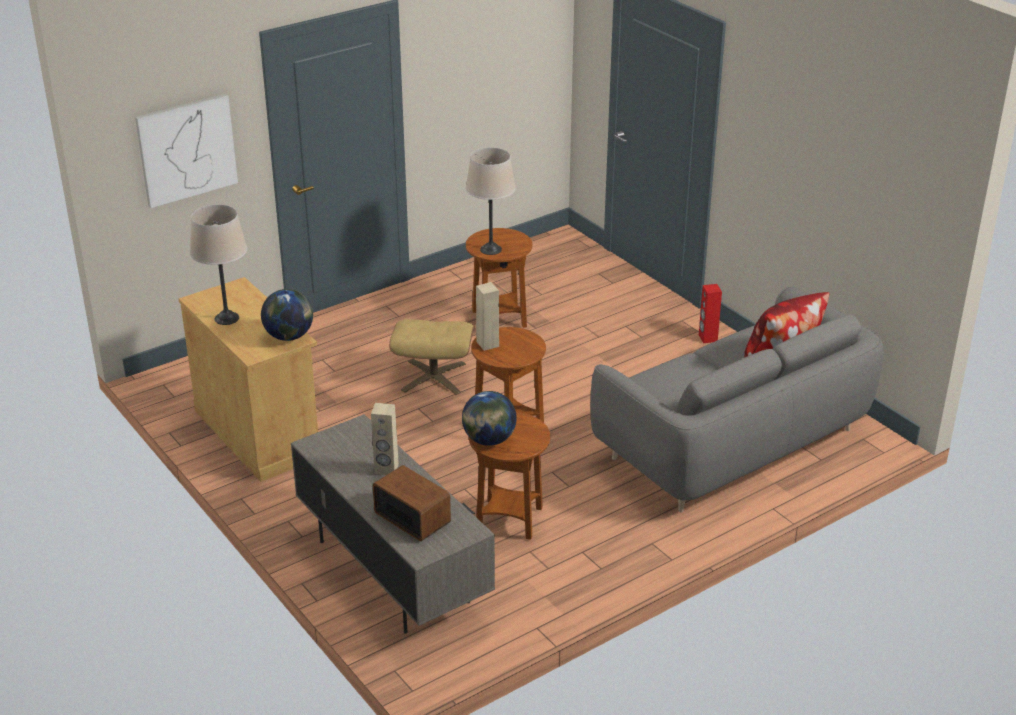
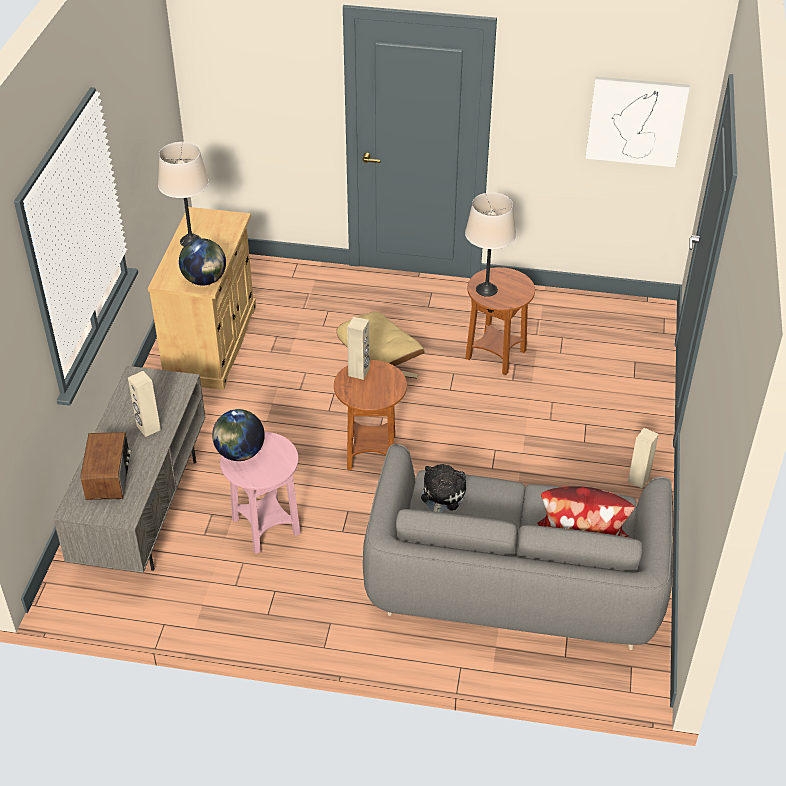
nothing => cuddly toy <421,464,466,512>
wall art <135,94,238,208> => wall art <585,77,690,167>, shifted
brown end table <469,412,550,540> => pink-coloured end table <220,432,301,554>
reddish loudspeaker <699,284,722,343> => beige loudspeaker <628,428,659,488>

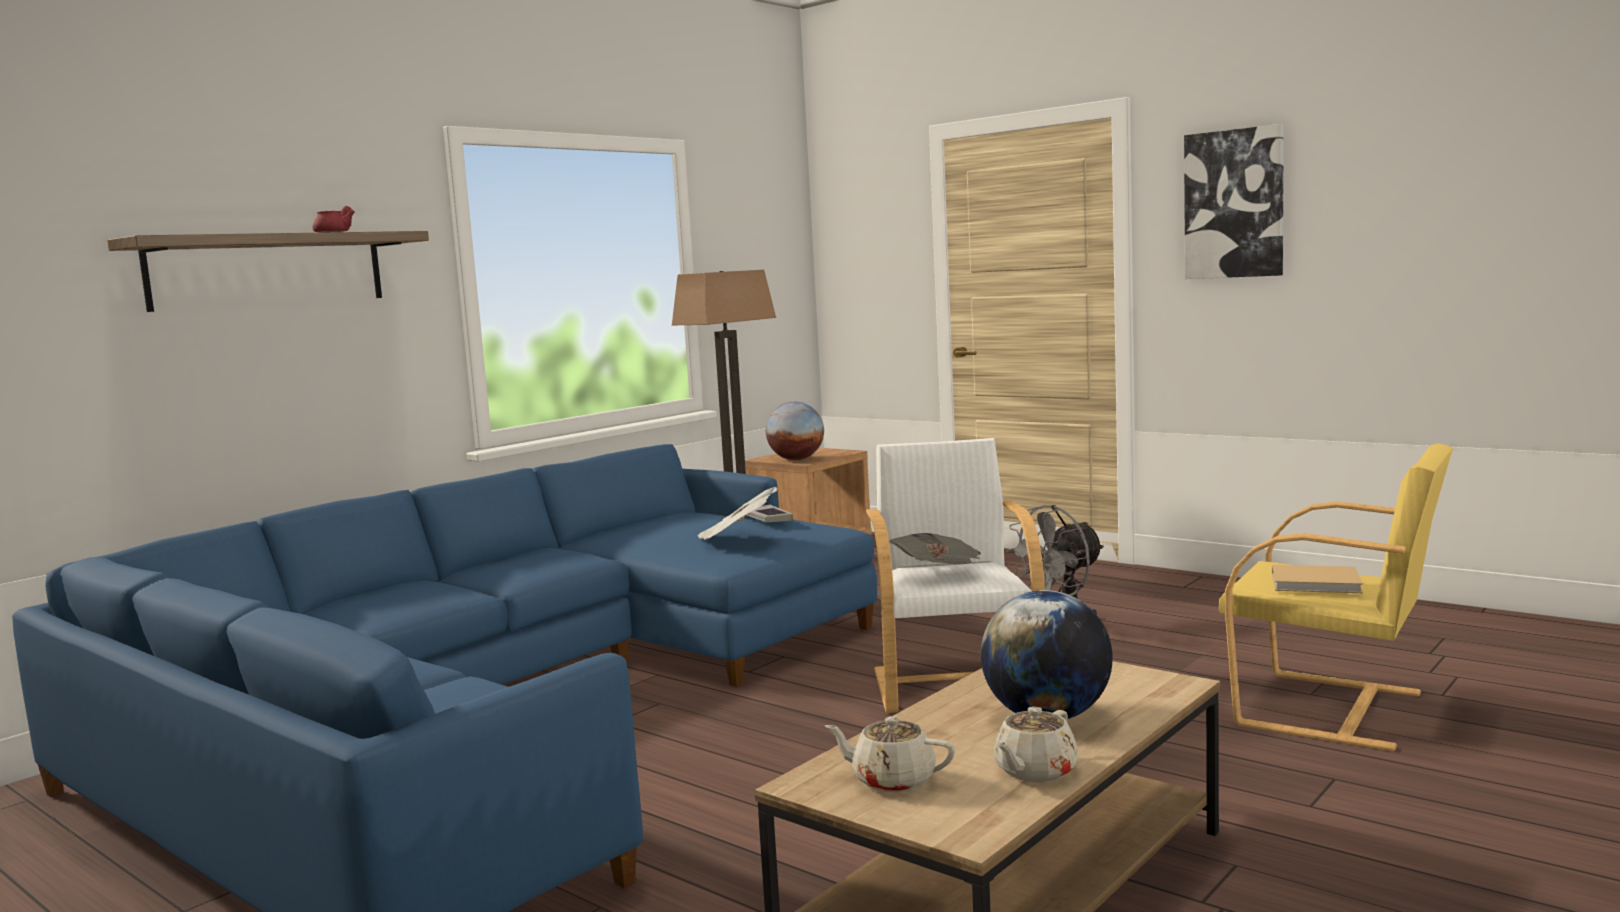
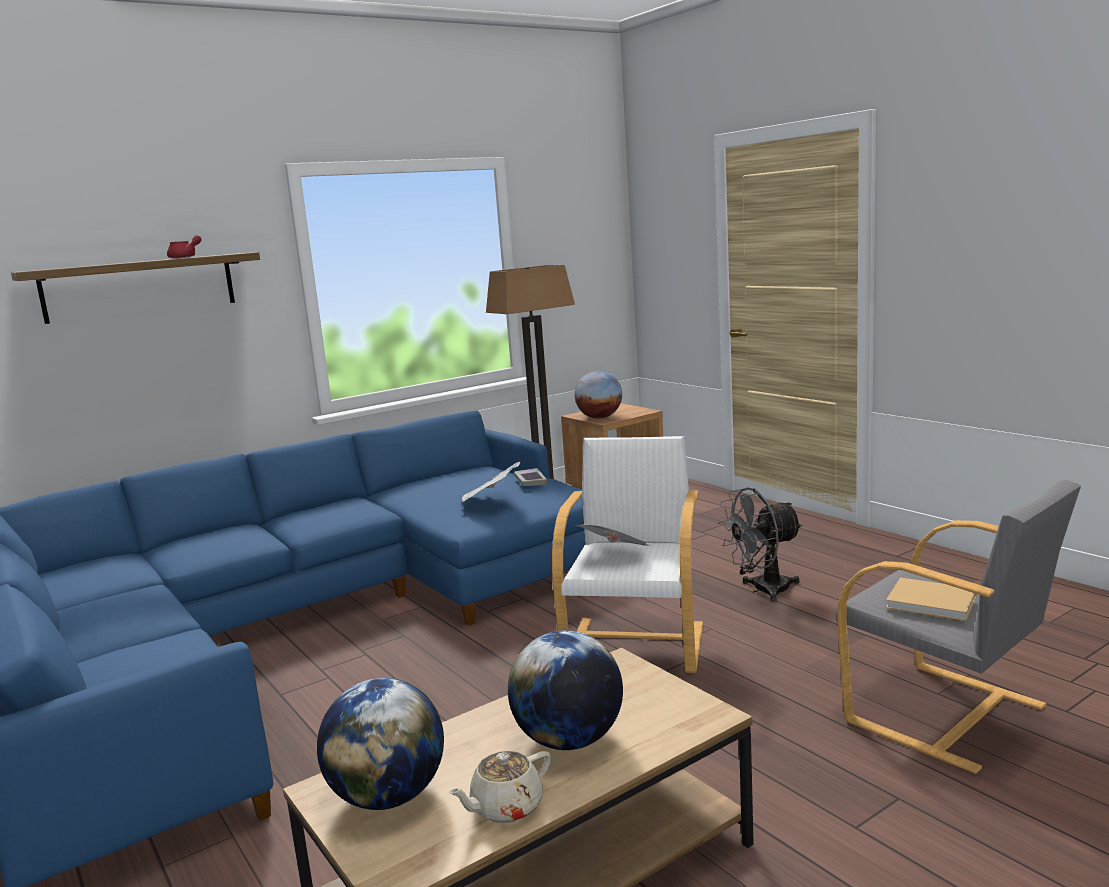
wall art <1184,124,1284,279> => nothing
beige tea pot <825,716,955,792> => globe <317,678,444,810>
yellowish armchair <1219,443,1453,752> => grey armchair <836,480,1081,774>

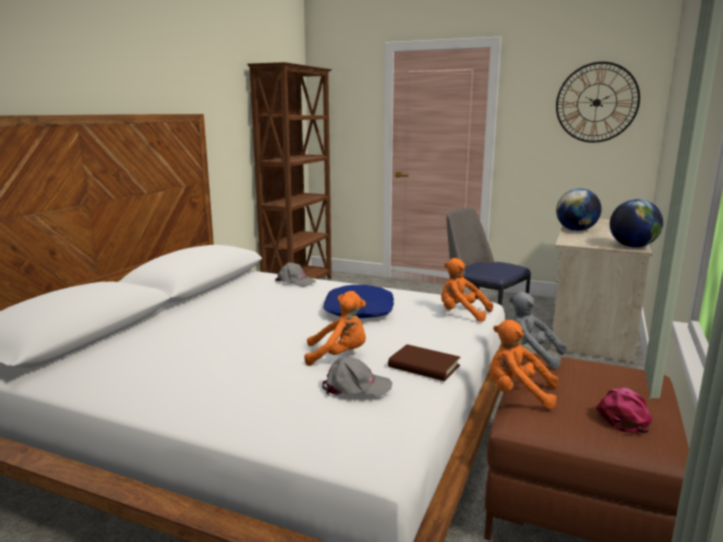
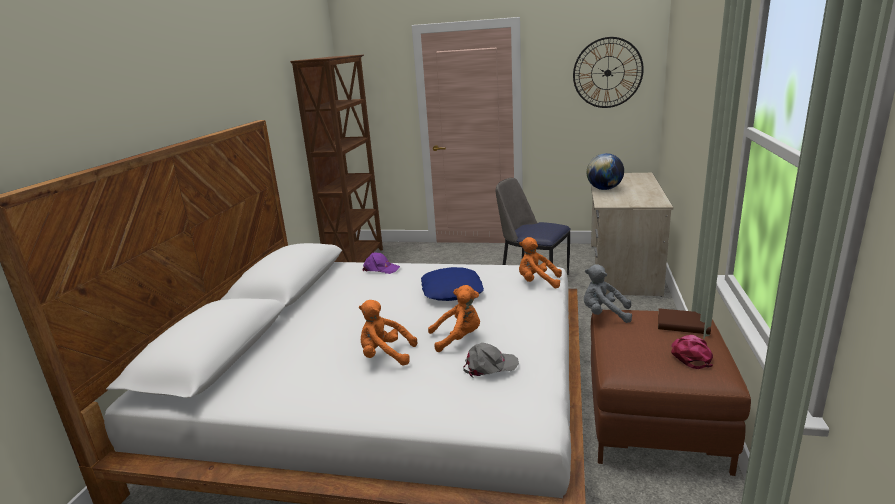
globe <610,199,663,247> => nothing
brown bound book <388,344,460,381> => brown bound book <658,308,711,335>, shifted
orange cuddly toy <489,320,558,409> => orange cuddly toy <359,300,417,365>, shifted
grey peaked cap <275,262,316,287> => purple peaked cap <362,253,400,274>

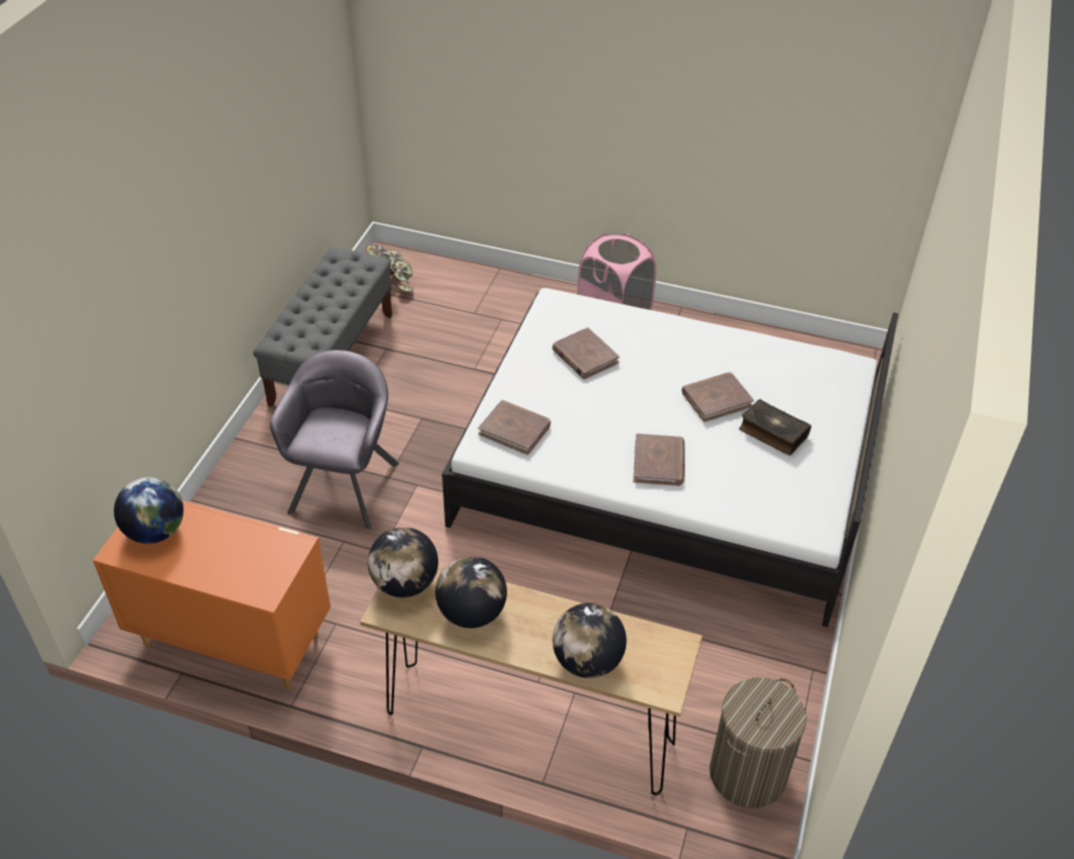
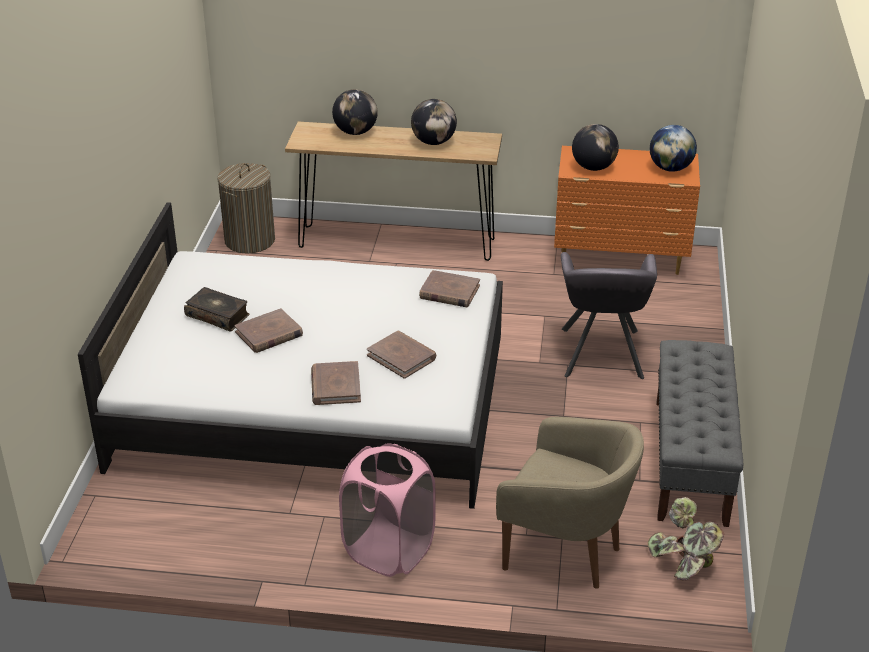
nothing => beige armchair <496,417,644,589>
globe <368,527,438,598> => globe <572,124,619,171>, shifted
brown bound book <633,434,685,486> => brown bound book <311,361,361,405>, shifted

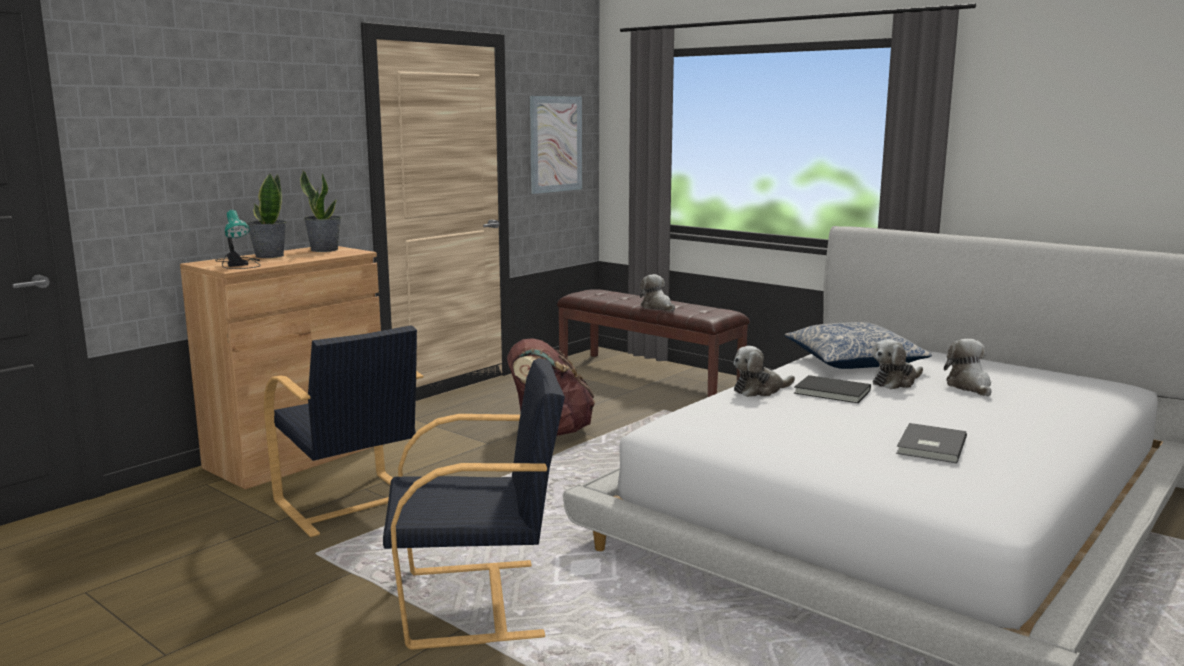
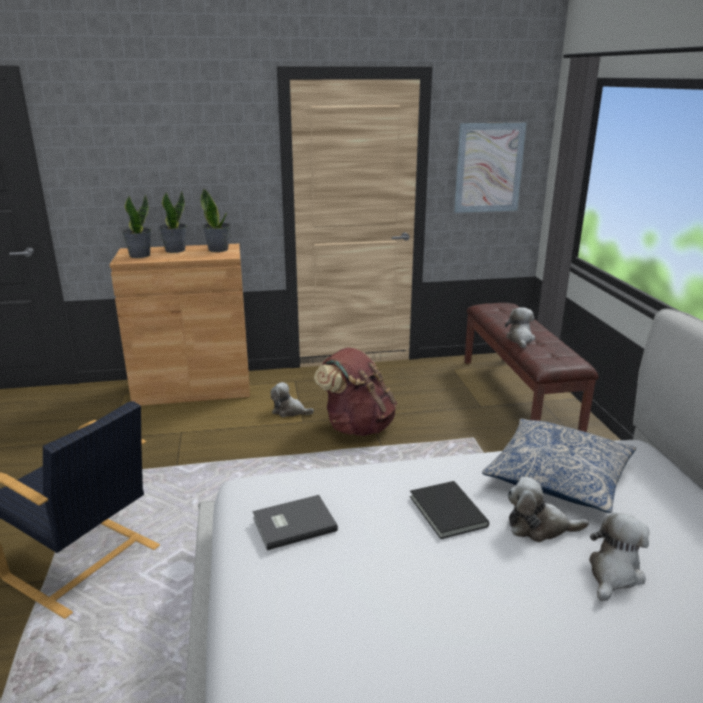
blackish armchair <264,325,423,537> => nothing
cuddly toy <733,346,795,397> => cuddly toy <271,382,314,417>, shifted
grey bound book <896,423,967,464> => grey bound book <252,495,338,550>, shifted
table lamp <215,210,261,269> => potted plant <122,195,151,258>

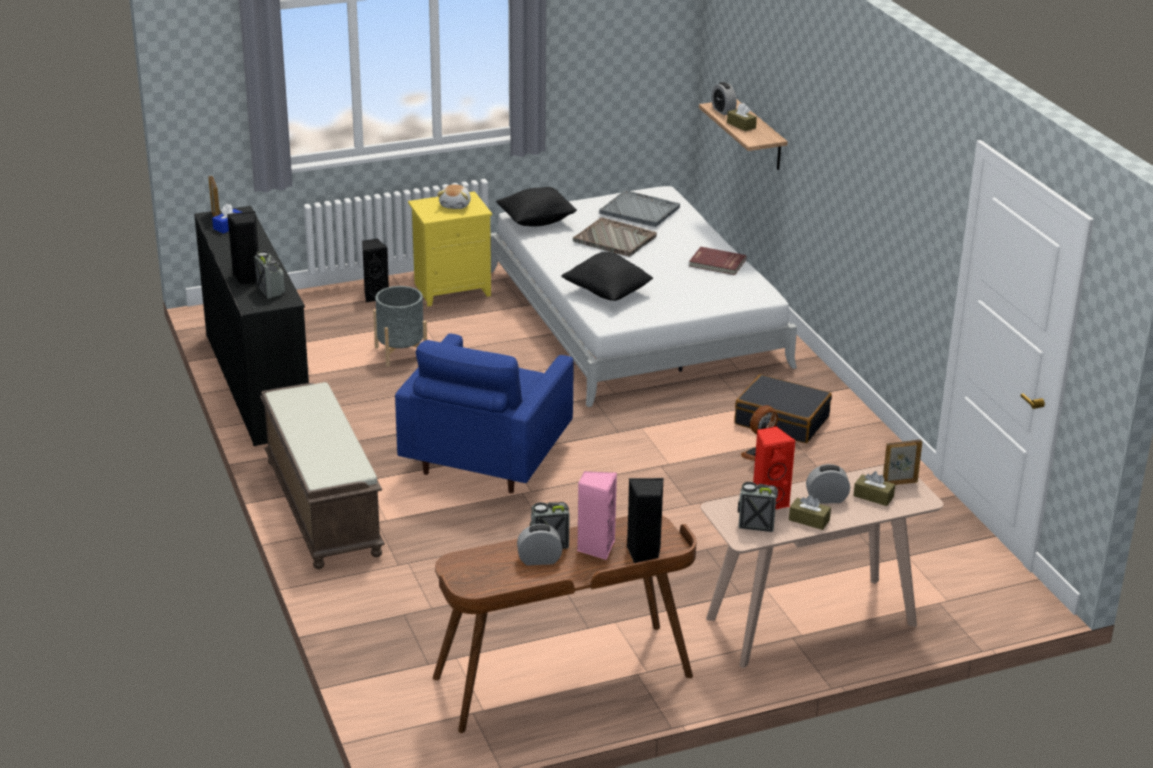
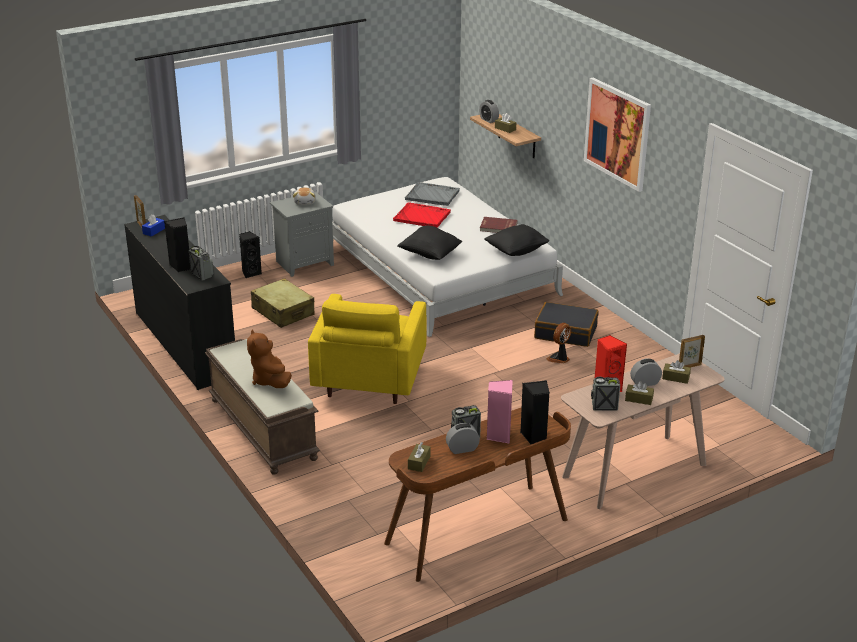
nothing => brown cuddly toy <247,329,292,388>
nothing => brown tissue box <408,442,431,472>
nothing => wall art <584,78,651,192>
blackish throw pillow <496,187,577,226> => blackish throw pillow <484,224,549,256>, shifted
grey planter <373,286,427,367> => beige suitcase <251,278,315,328>
bluish armchair <395,334,574,493> => yellowish armchair <308,294,426,404>
yellowish nightstand <408,191,492,306> => grey nightstand <270,192,334,277>
grey serving tray <573,217,657,257> => reddish serving tray <393,202,451,227>

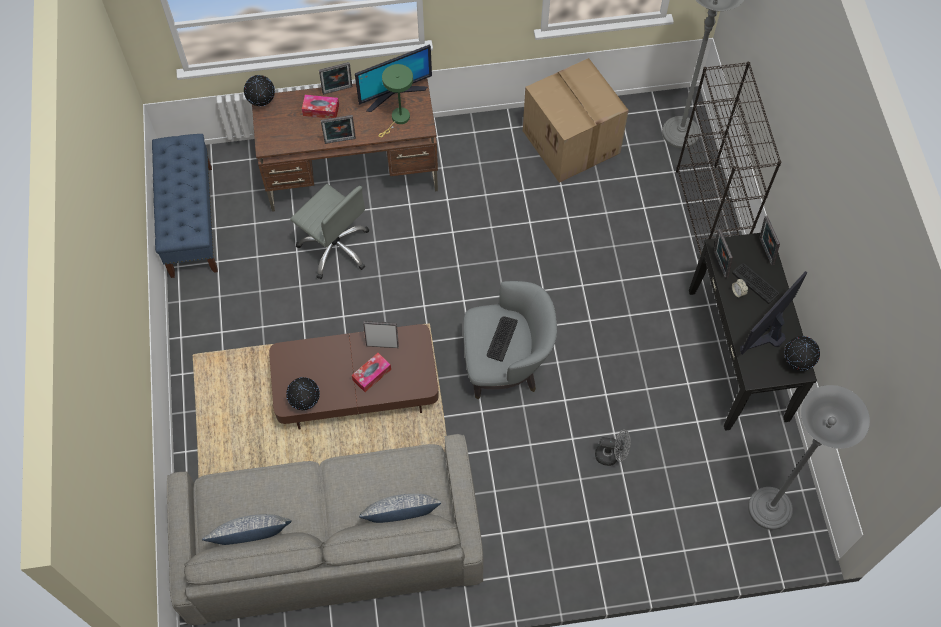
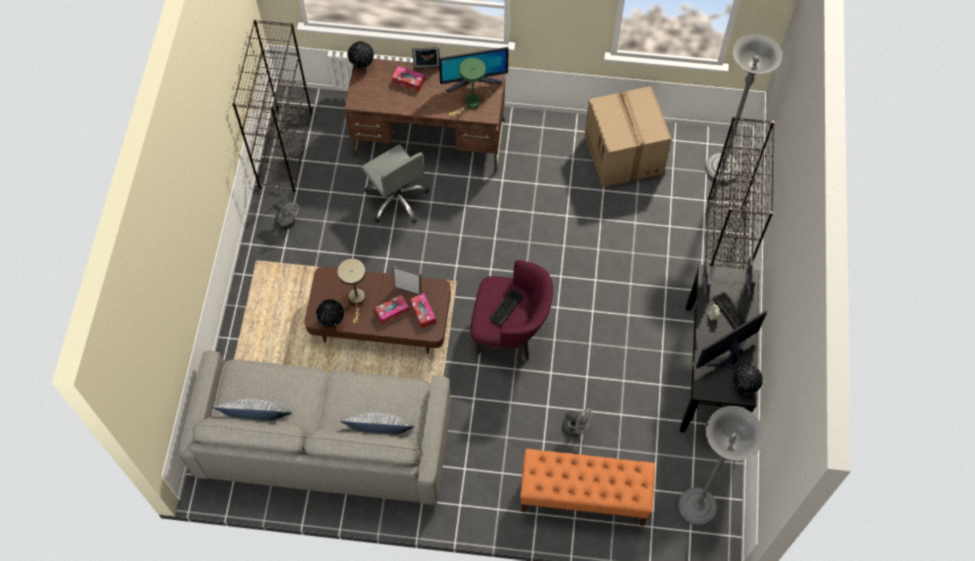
standing frame <321,115,356,144> => nothing
nothing => grey electric fan <273,201,299,229>
nothing => beige table lamp <338,259,366,323>
nothing => tissue box <410,293,436,328>
nothing => orange bench <520,449,655,526>
bluish bench <152,134,218,278> => blackish bookshelf <232,20,312,192>
grey armchair <463,281,557,400> => purple armchair <471,260,553,359>

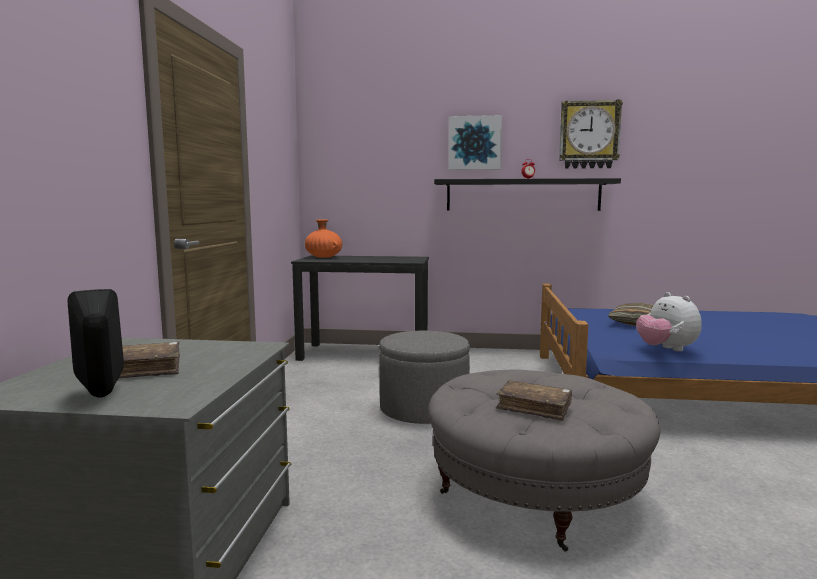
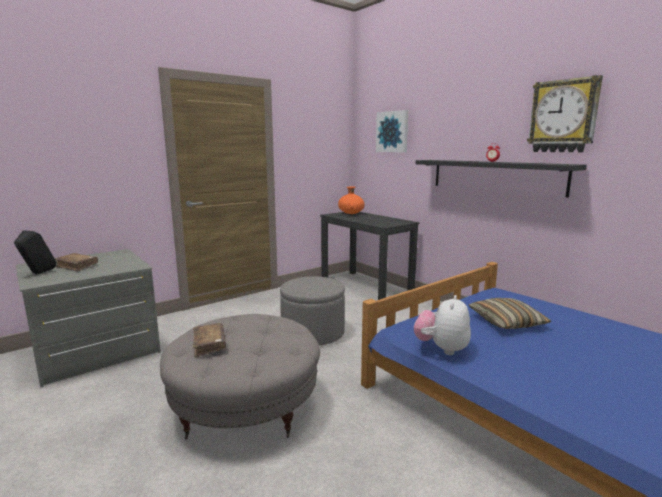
wall art <449,115,502,170> => wall art <376,110,408,152>, shifted

